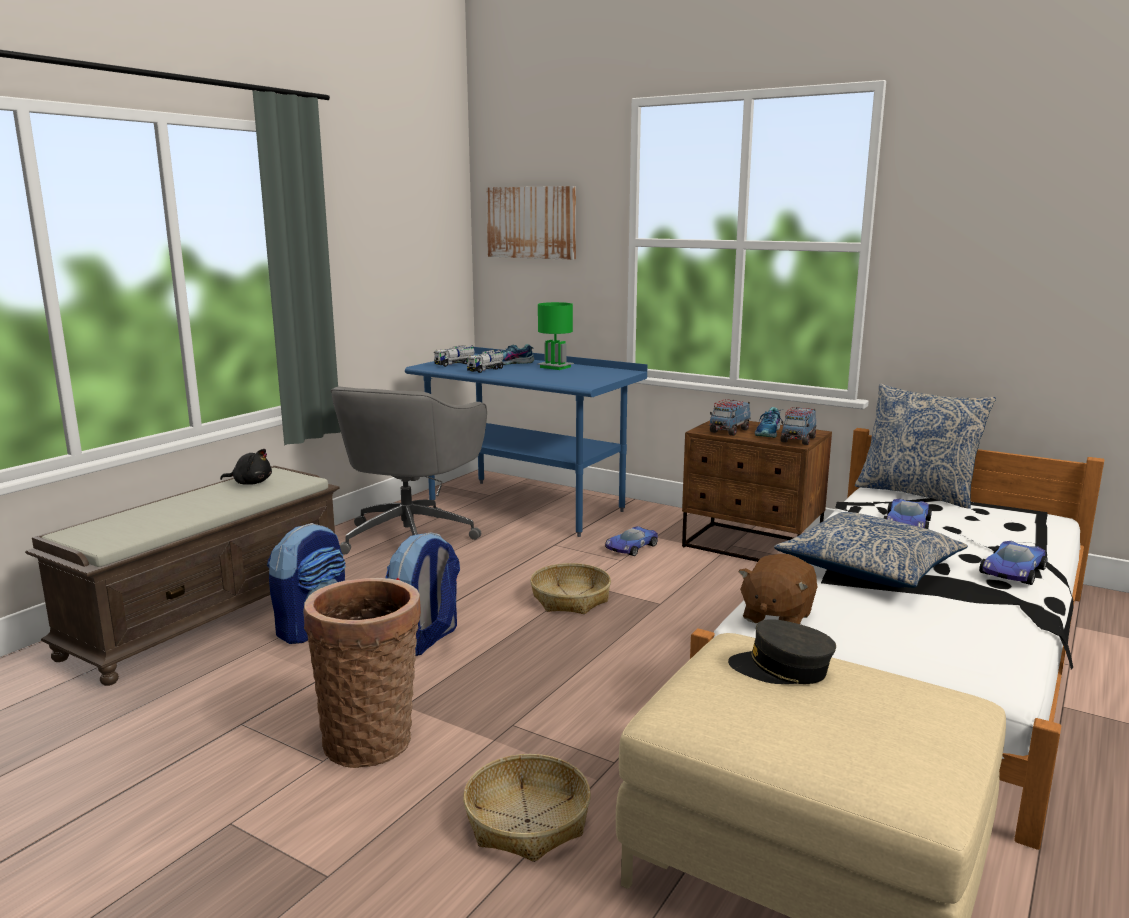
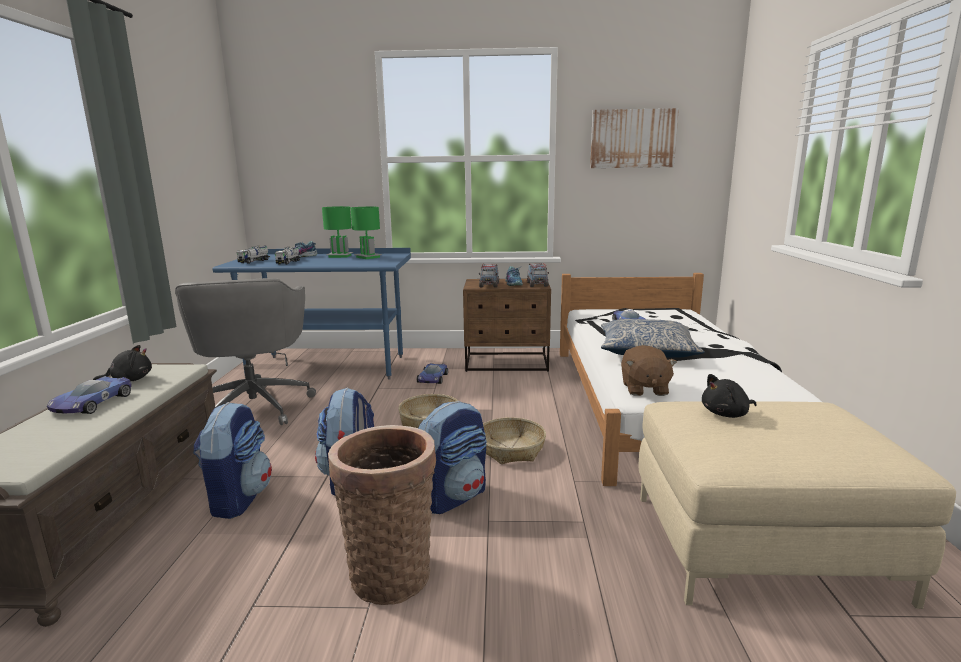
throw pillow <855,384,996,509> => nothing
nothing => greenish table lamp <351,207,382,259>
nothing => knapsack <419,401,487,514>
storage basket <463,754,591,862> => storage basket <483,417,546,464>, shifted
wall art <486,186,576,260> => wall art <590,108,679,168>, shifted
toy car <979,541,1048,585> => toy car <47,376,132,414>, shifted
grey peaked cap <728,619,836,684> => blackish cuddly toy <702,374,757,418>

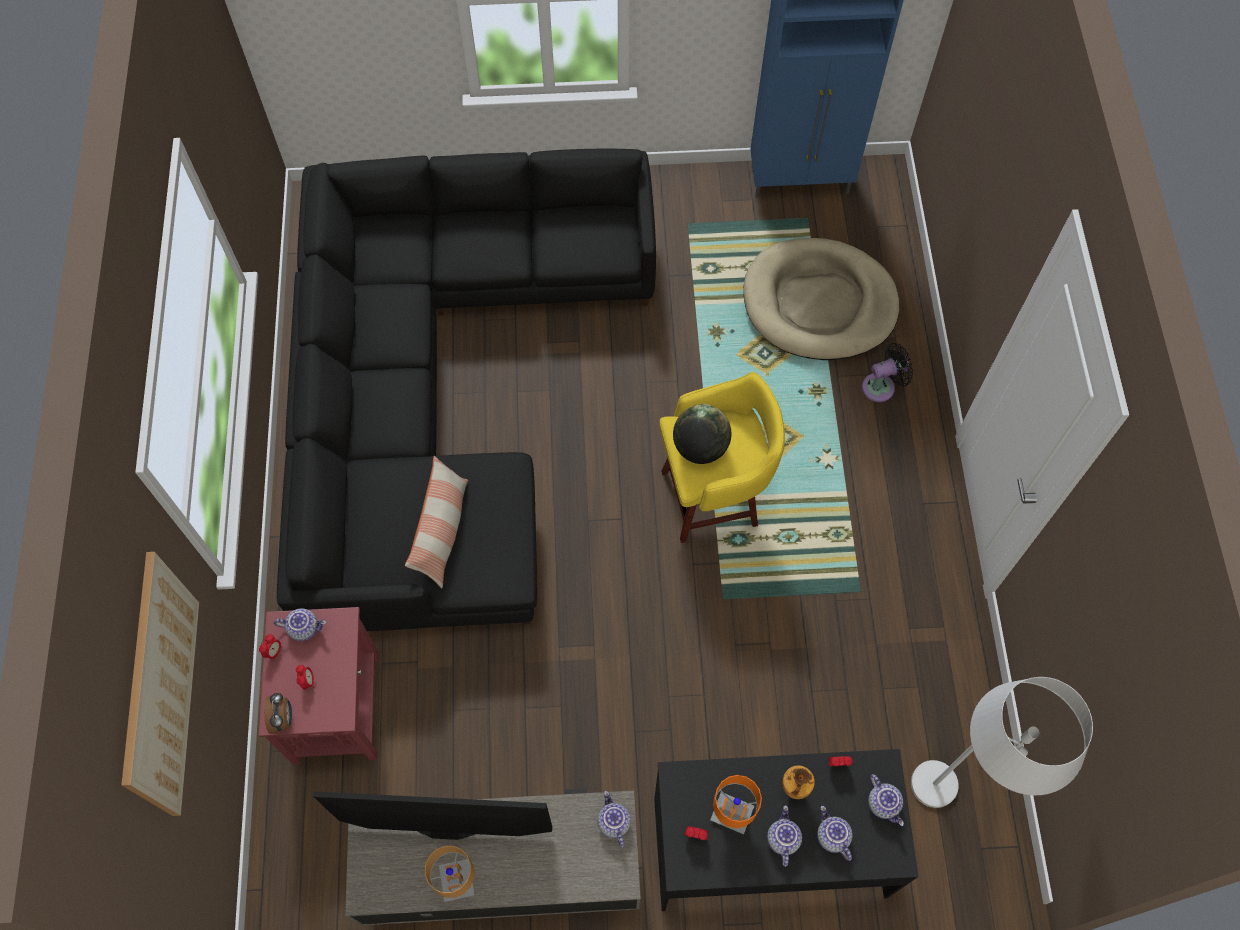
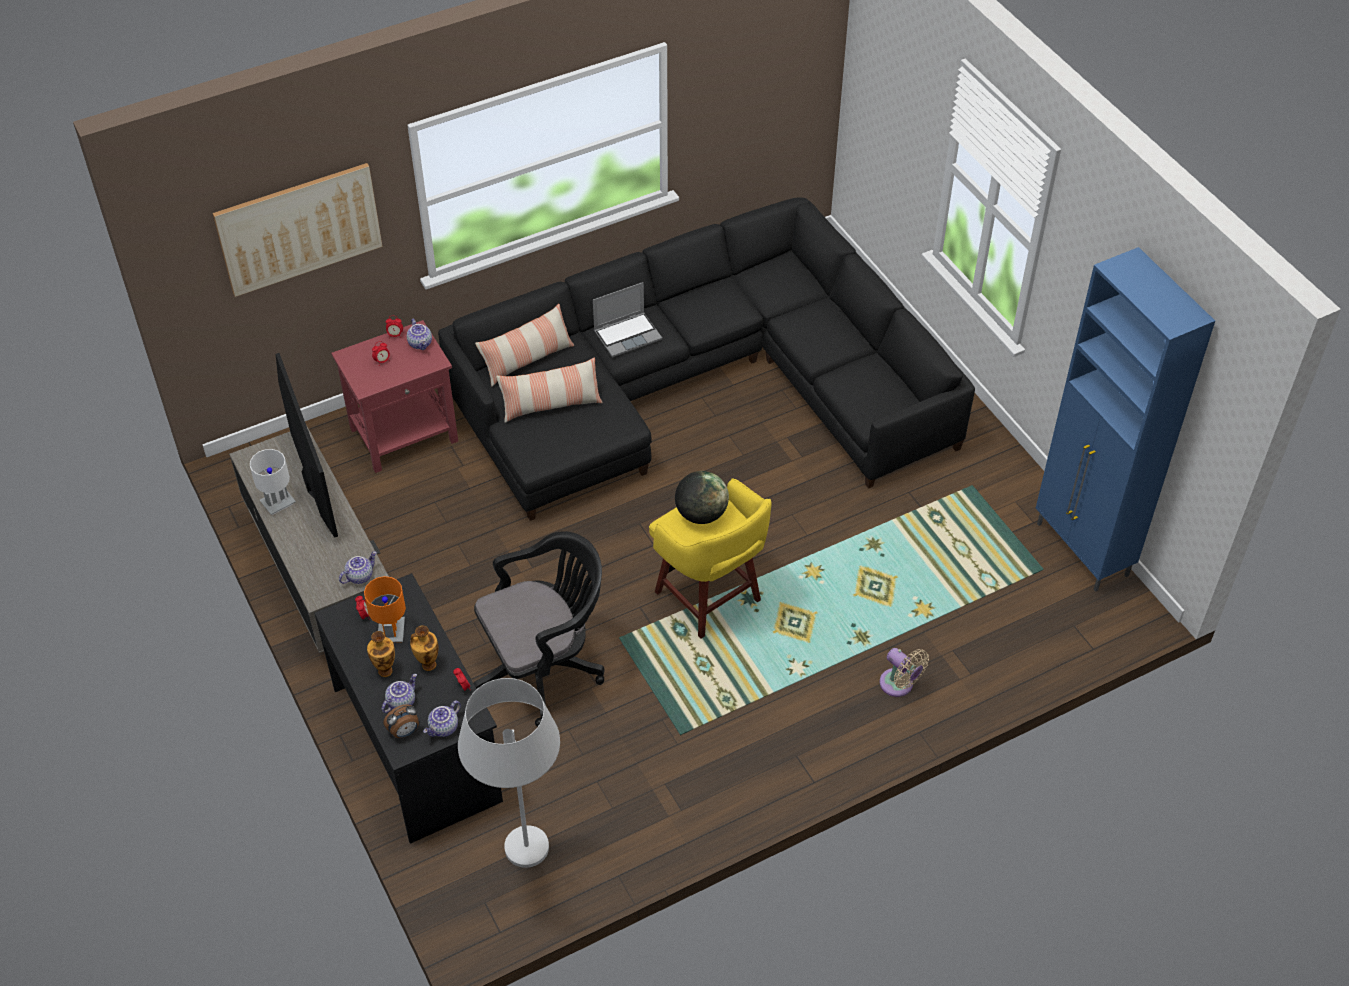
beige dog bed <743,238,900,360> => nothing
nothing => blackish desk chair <473,531,605,727>
nothing => throw pillow <475,304,574,387>
nothing => portable computer <593,282,662,357>
bedside clock <264,693,292,734> => bedside clock <384,704,419,738>, shifted
tea pot <767,805,802,867> => vase <367,631,395,677>
brown table lamp <425,846,475,902> => whitish table lamp <250,449,296,515>
blackish electric fan <862,343,913,402> => beige electric fan <880,648,929,697>

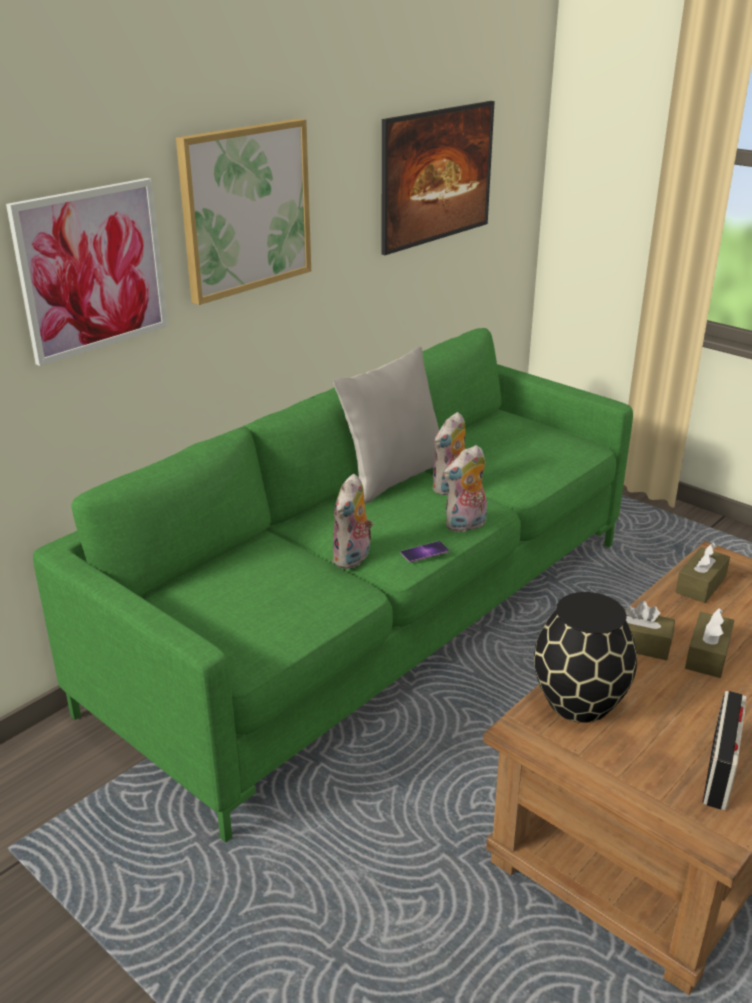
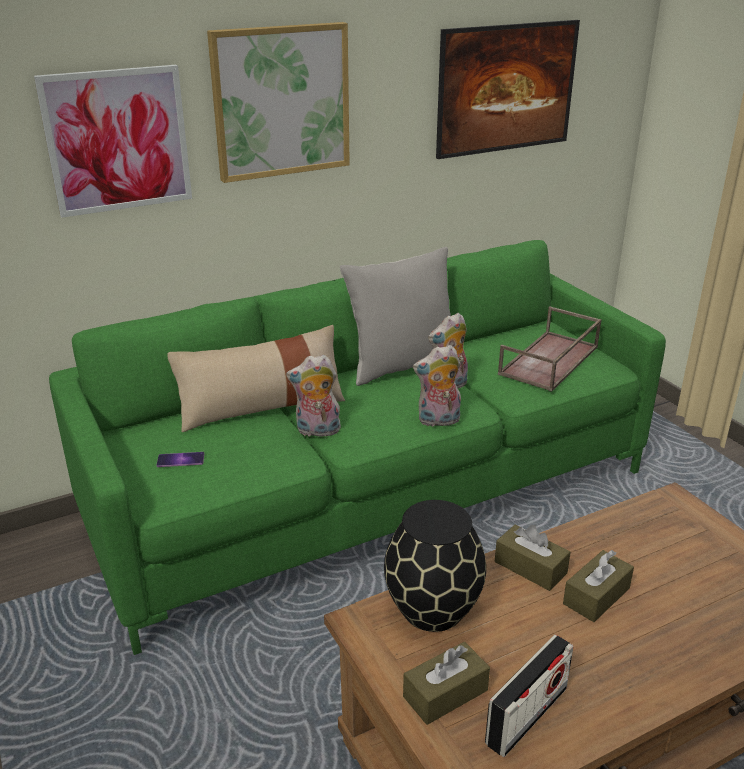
nothing => beige throw pillow <167,325,345,432>
nothing => brown serving tray <498,307,602,392>
telephone <400,541,449,562> => telephone <157,452,204,467>, shifted
brown tissue box <675,542,730,603> => brown tissue box <403,642,490,725>, shifted
cuddly toy <332,474,374,569> => cuddly toy <286,355,341,436>, 45 degrees clockwise

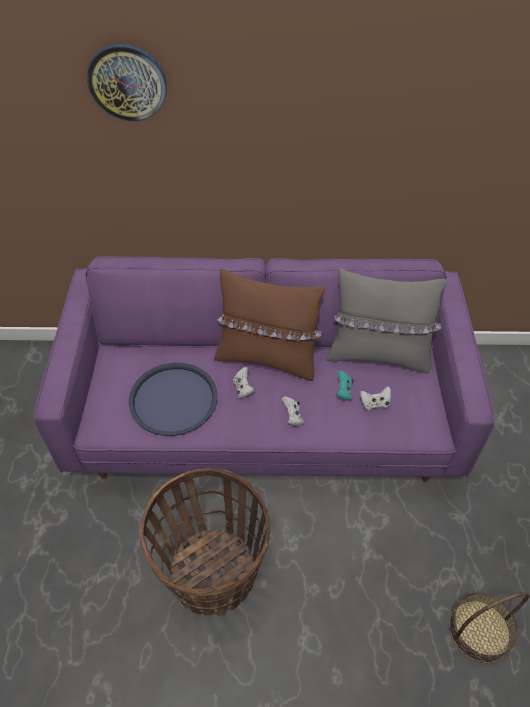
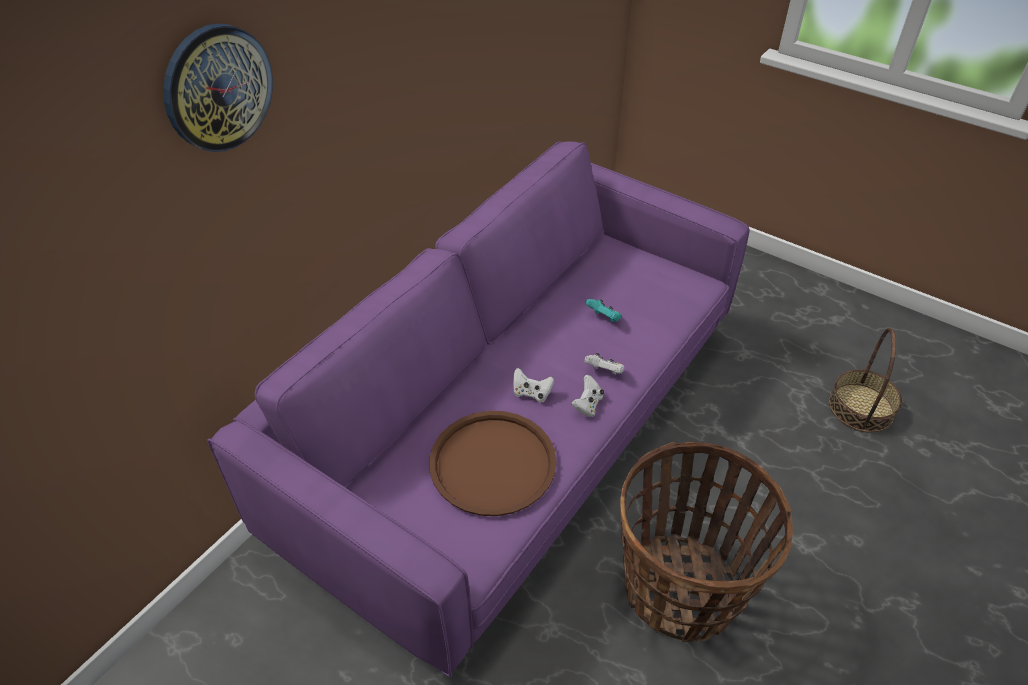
brown throw pillow <214,268,325,381> => nothing
grey throw pillow <327,268,447,373> => nothing
whitish game controller <360,386,391,411> => whitish game controller <571,375,604,417>, shifted
bluish serving tray <128,363,218,436> => brown serving tray <429,411,557,516>

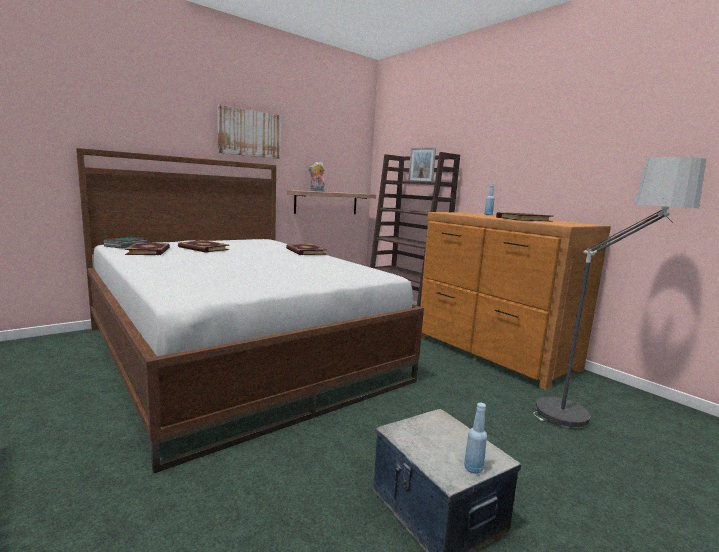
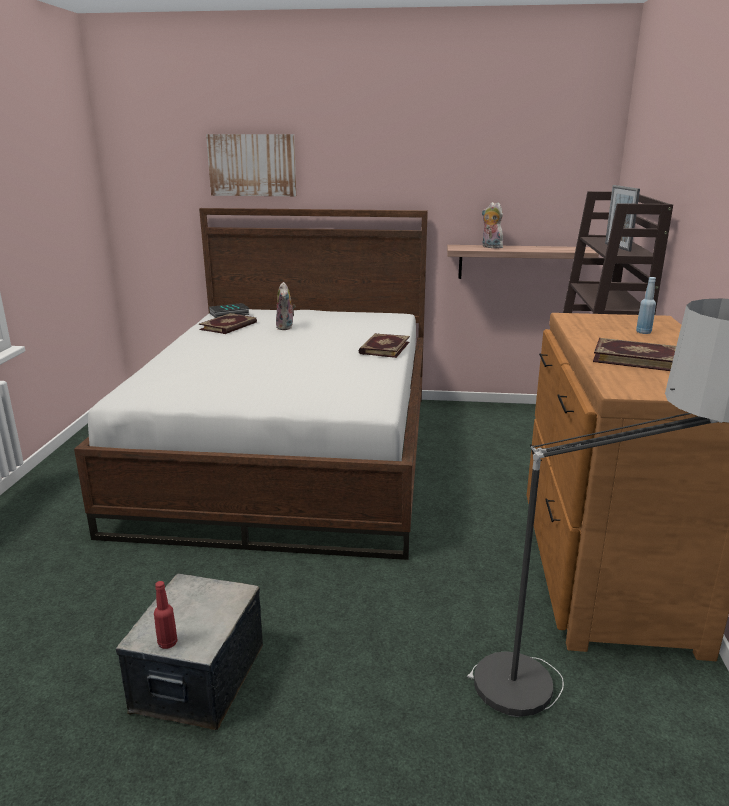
wall art <217,105,281,159> => wall art <206,134,296,196>, shifted
bound book <178,240,229,253> => cuddly toy <276,282,296,330>
bluish beverage bottle <464,403,487,474> => reddish beverage bottle <154,581,178,649>

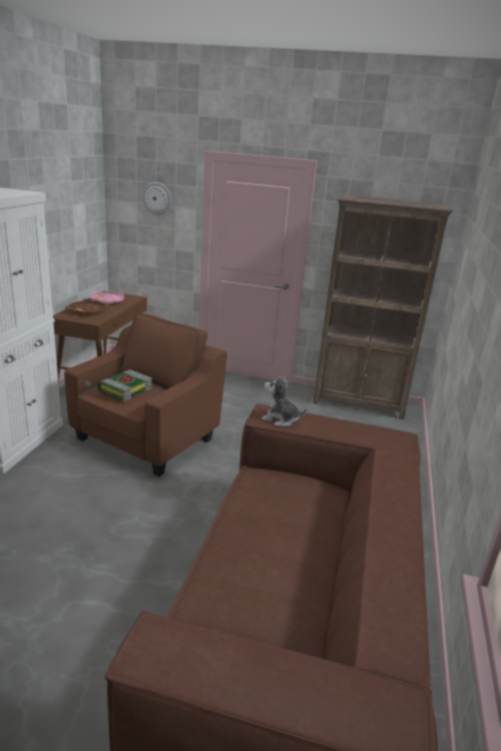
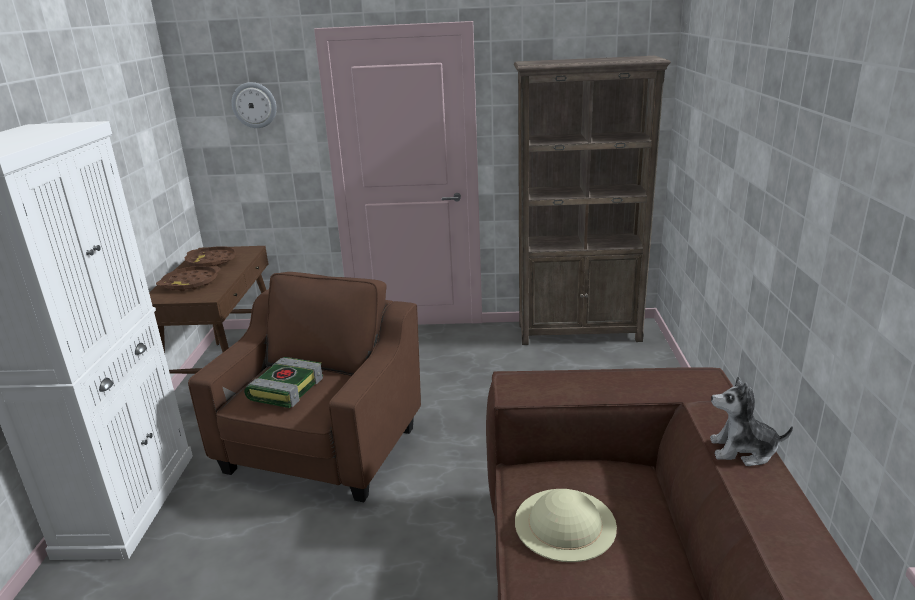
nothing => beige hat <515,489,617,562>
cuddly toy <262,375,307,427> => cuddly toy <710,377,793,466>, shifted
pink-coloured serving tray <89,291,124,304> => brown serving tray <185,246,236,267>

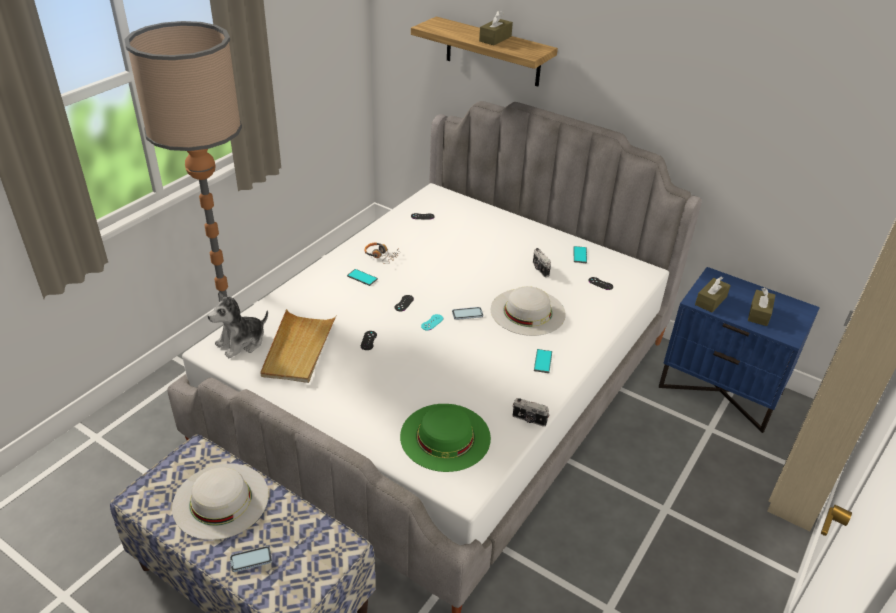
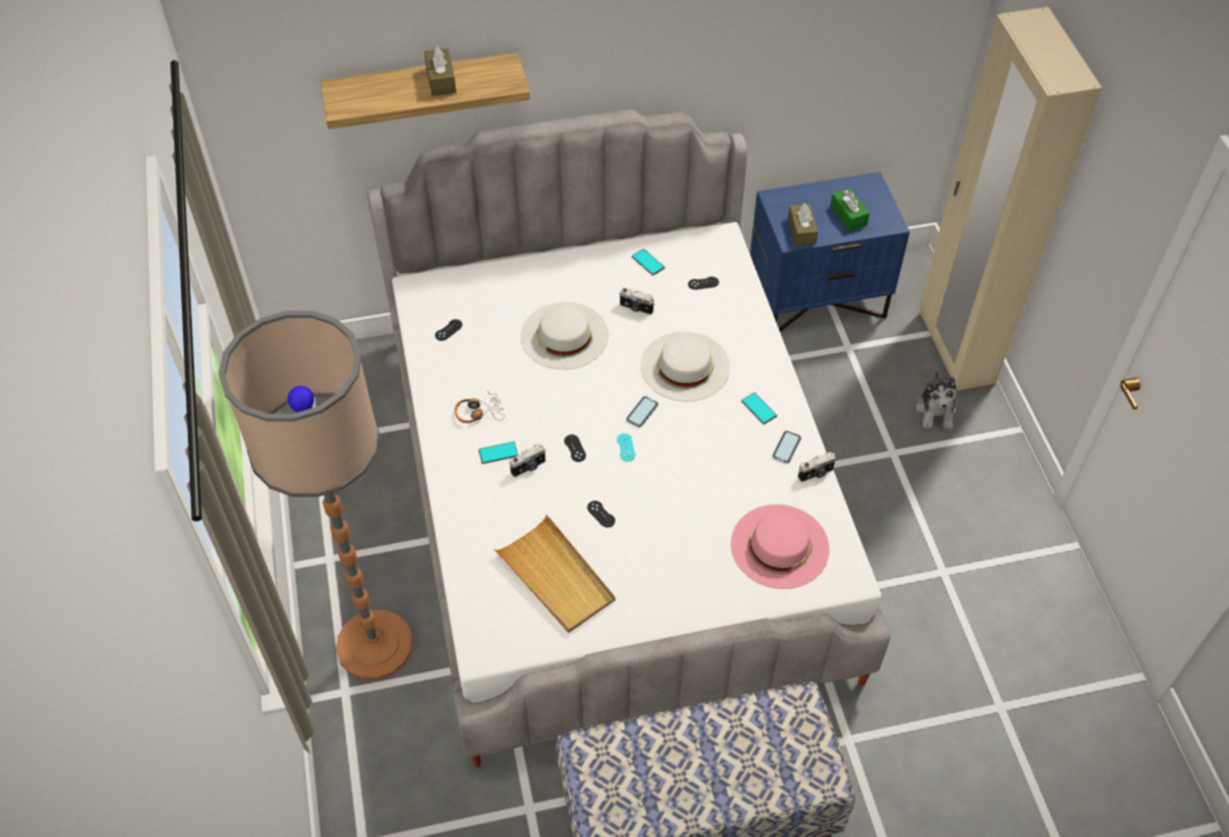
nothing => still camera <509,444,546,477>
whitish hat <172,463,269,540> => whitish hat <521,302,608,370>, shifted
cuddly toy <207,292,268,358> => cuddly toy <916,370,956,429>, shifted
telephone <230,546,272,572> => telephone <772,431,801,464>, shifted
greenish hat <400,404,491,472> => pink-coloured hat <731,504,829,589>
brown tissue box <748,288,775,326> => greenish tissue box <830,188,870,231>

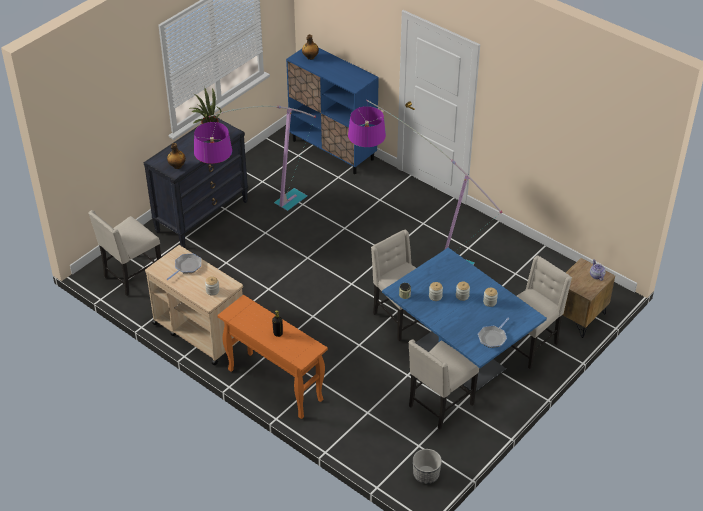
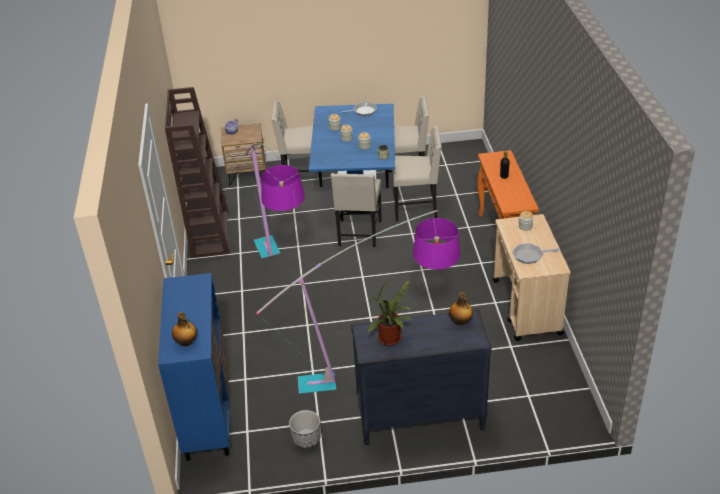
nothing => brown bookshelf <165,87,229,258>
beige plain chair <88,210,161,296> => beige plain chair <392,125,442,221>, shifted
planter <413,449,442,484> => planter <289,410,320,448>, shifted

